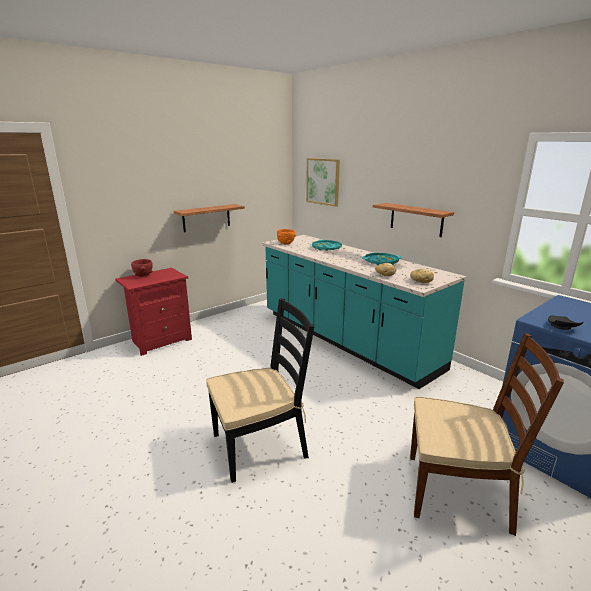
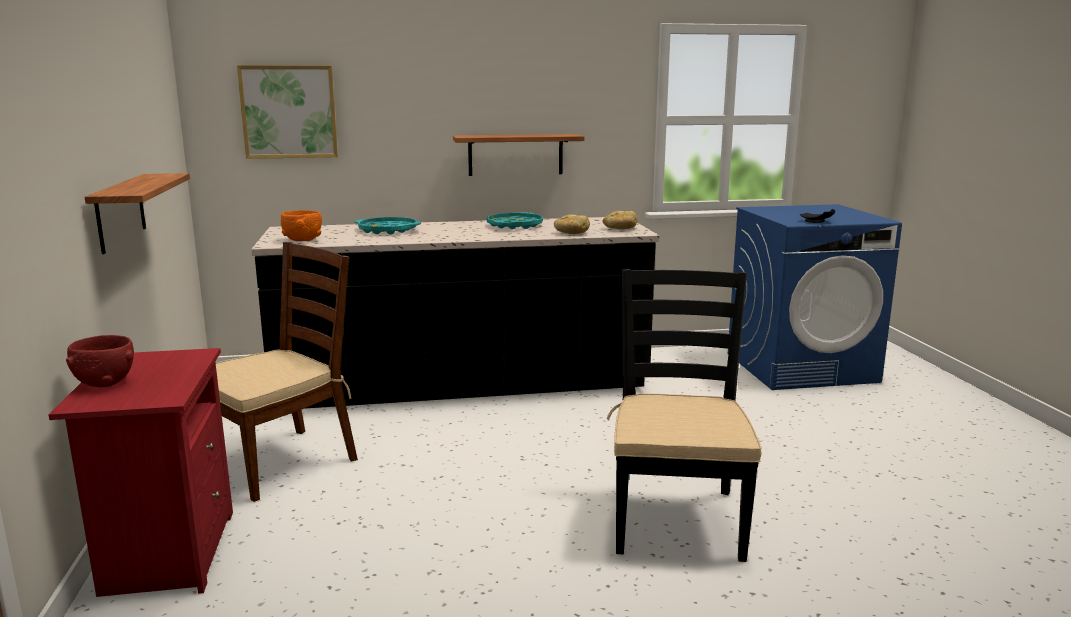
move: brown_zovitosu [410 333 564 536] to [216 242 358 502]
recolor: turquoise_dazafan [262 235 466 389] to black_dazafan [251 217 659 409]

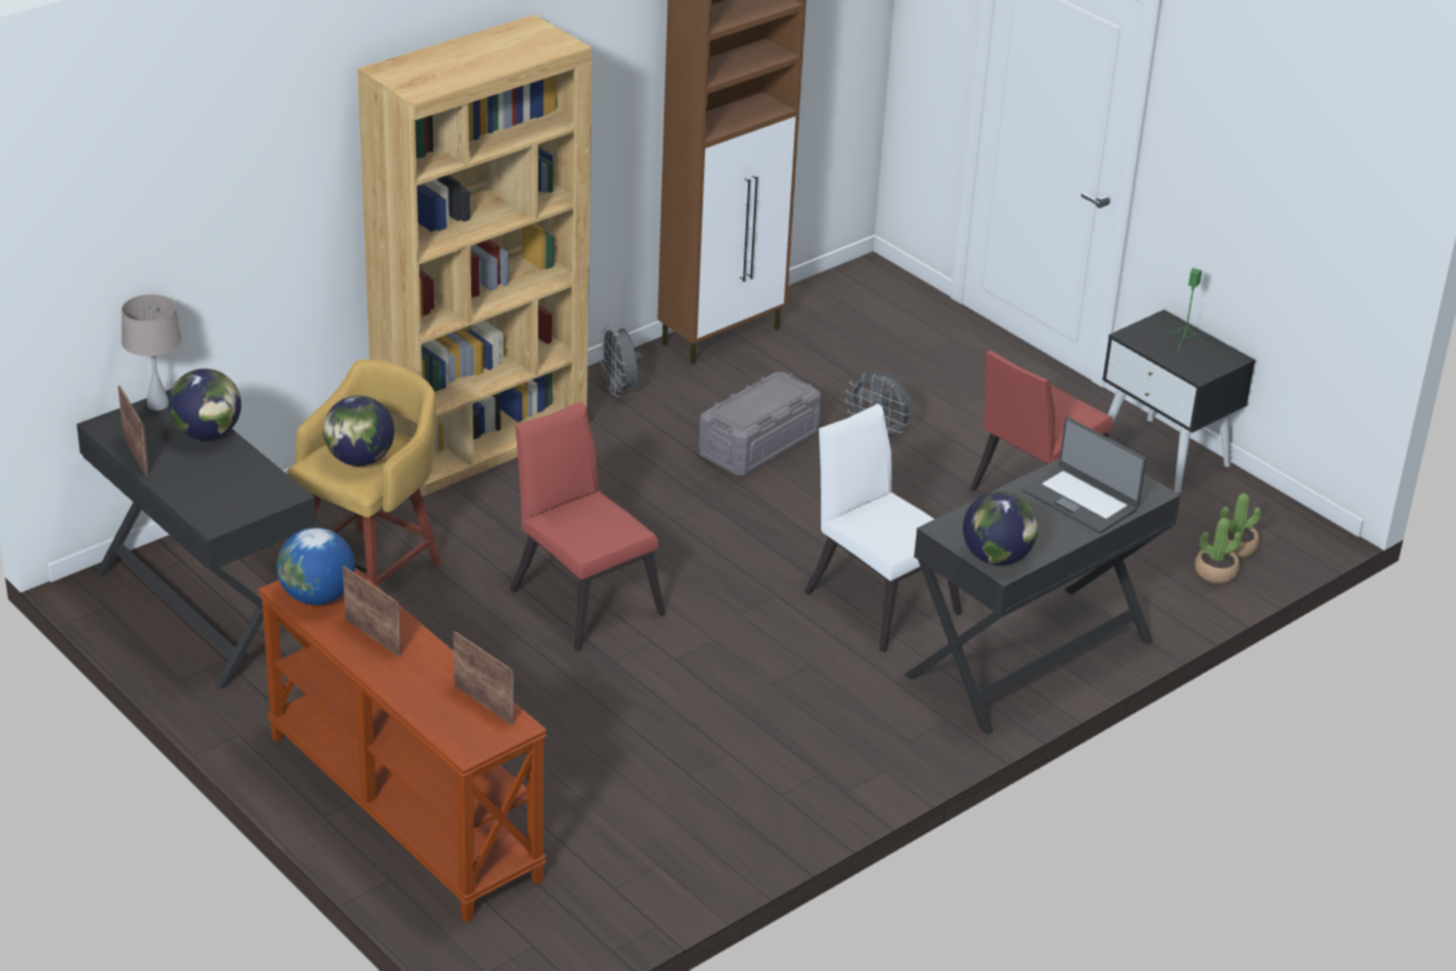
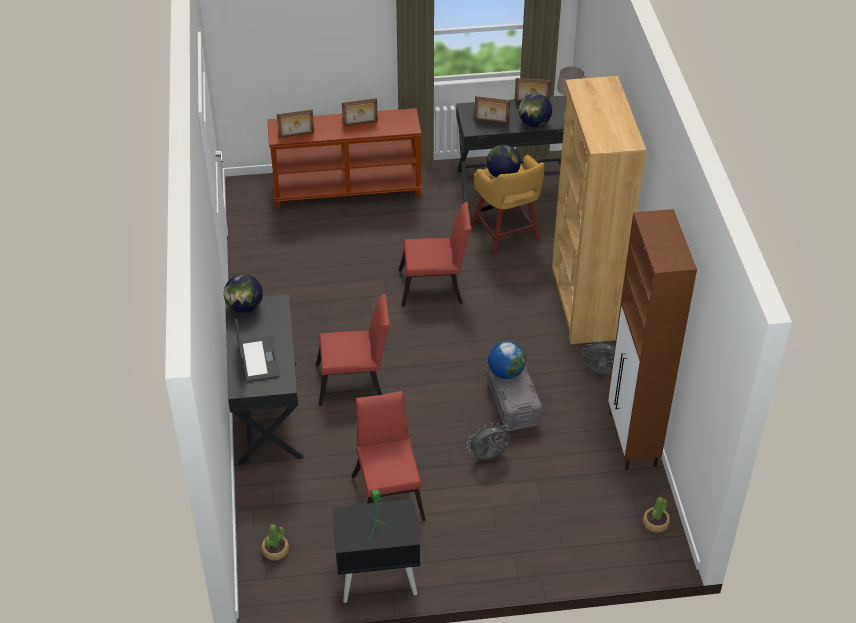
insert: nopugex [474 96 511 124]
move: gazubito [277 528 355 605] to [488 341 526 379]; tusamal [1195 518 1241 583] to [643 497 670 533]
recolor: white_zovitosu [804 404 962 652] to red_zovitosu [316 294 389 406]
rotate: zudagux [1022 417 1147 534] = [235 318 280 382] 90 degrees clockwise

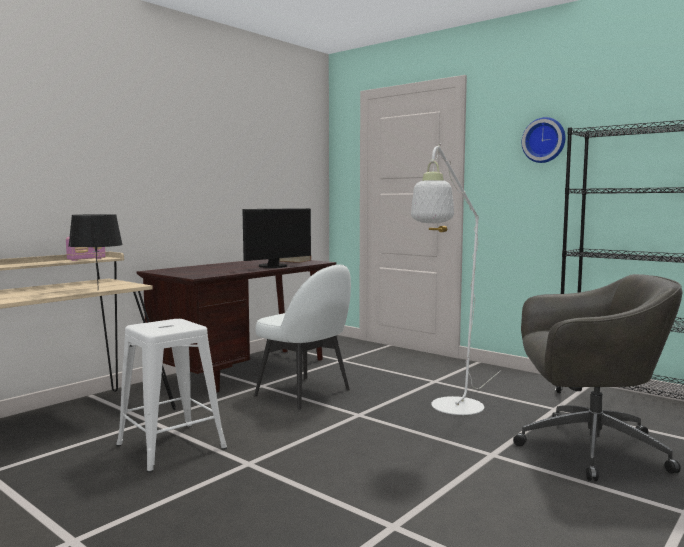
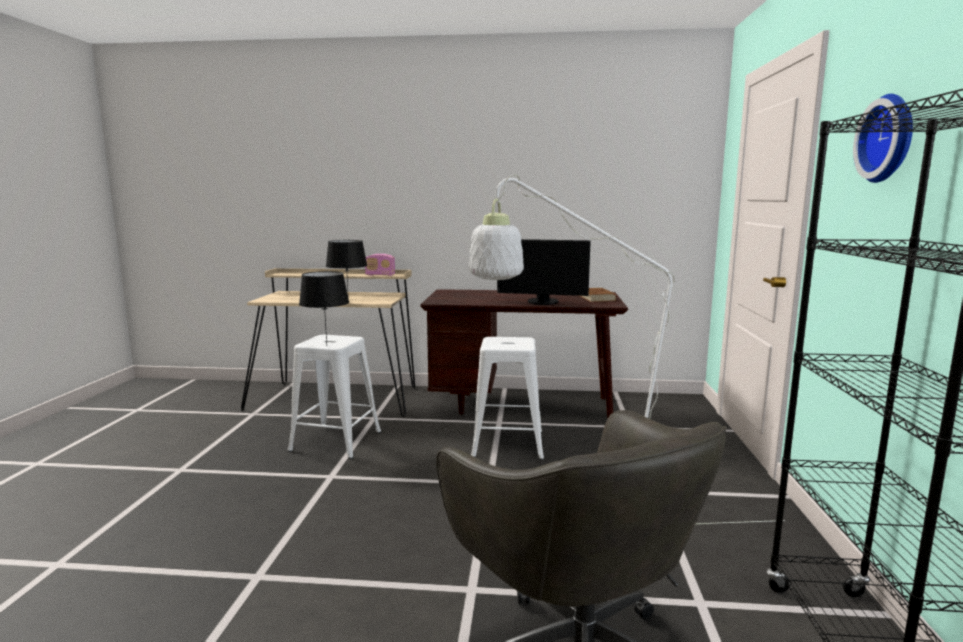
insert: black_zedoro [299 271 349 346]
replace: white_zovitosu [254 265 351 410] to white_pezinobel [471 337 544 460]

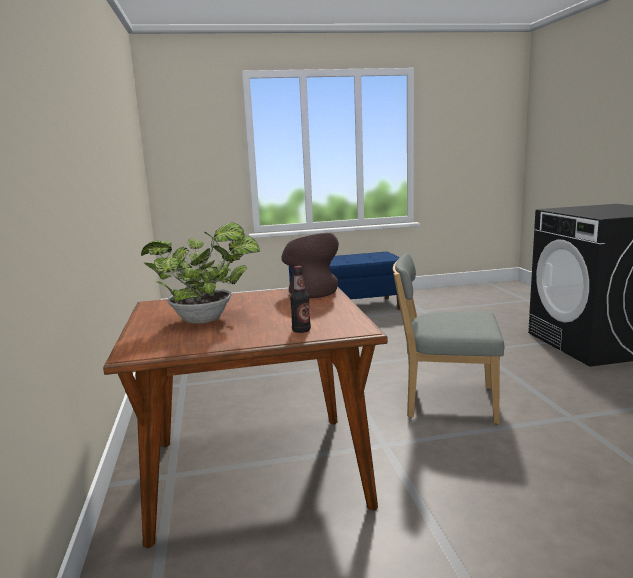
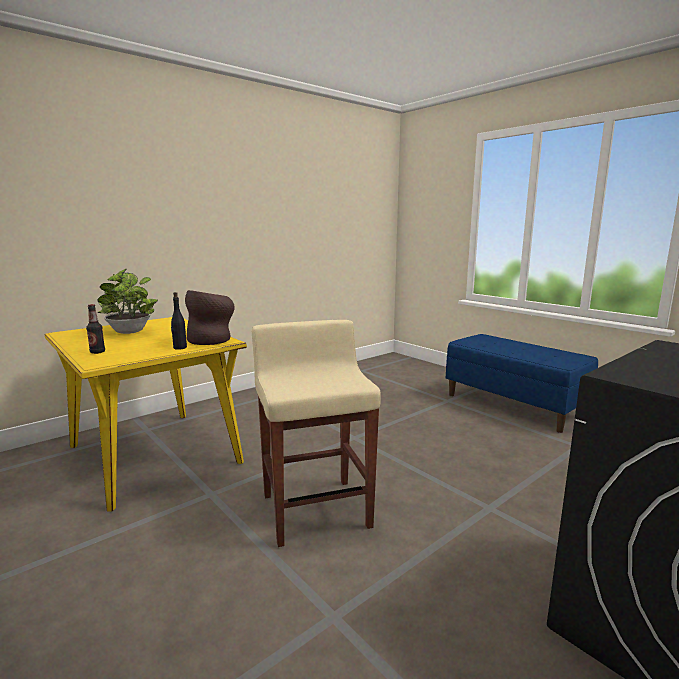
insert: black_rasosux [171 292 187 350]
replace: grey_zovitosu [393 253 504 424] to beige_pezinobel [252 320 381 547]
recolor: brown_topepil [103 286 388 548] to yellow_topepil [44 317 247 512]

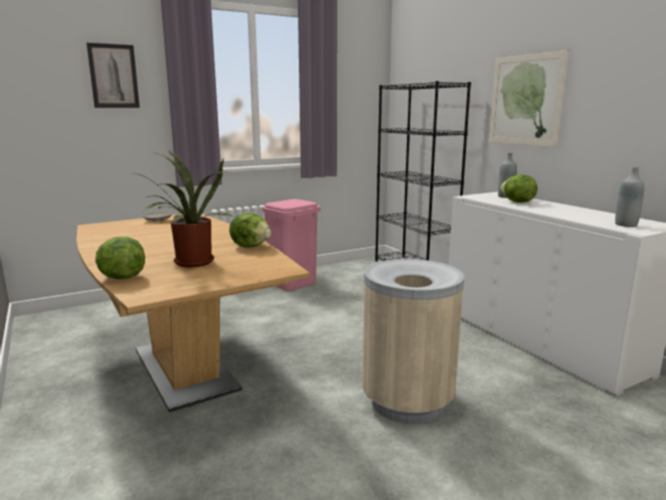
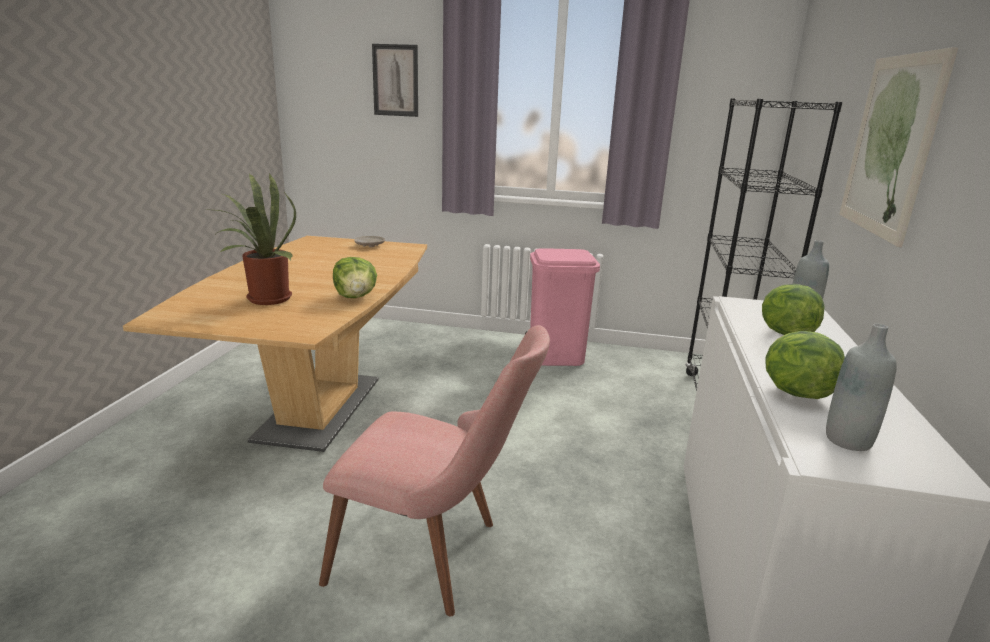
move: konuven [95 237 145 279] to [766 331 845 399]
replace: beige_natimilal [362 259 464 424] to pink_zovitosu [319 325 550 616]

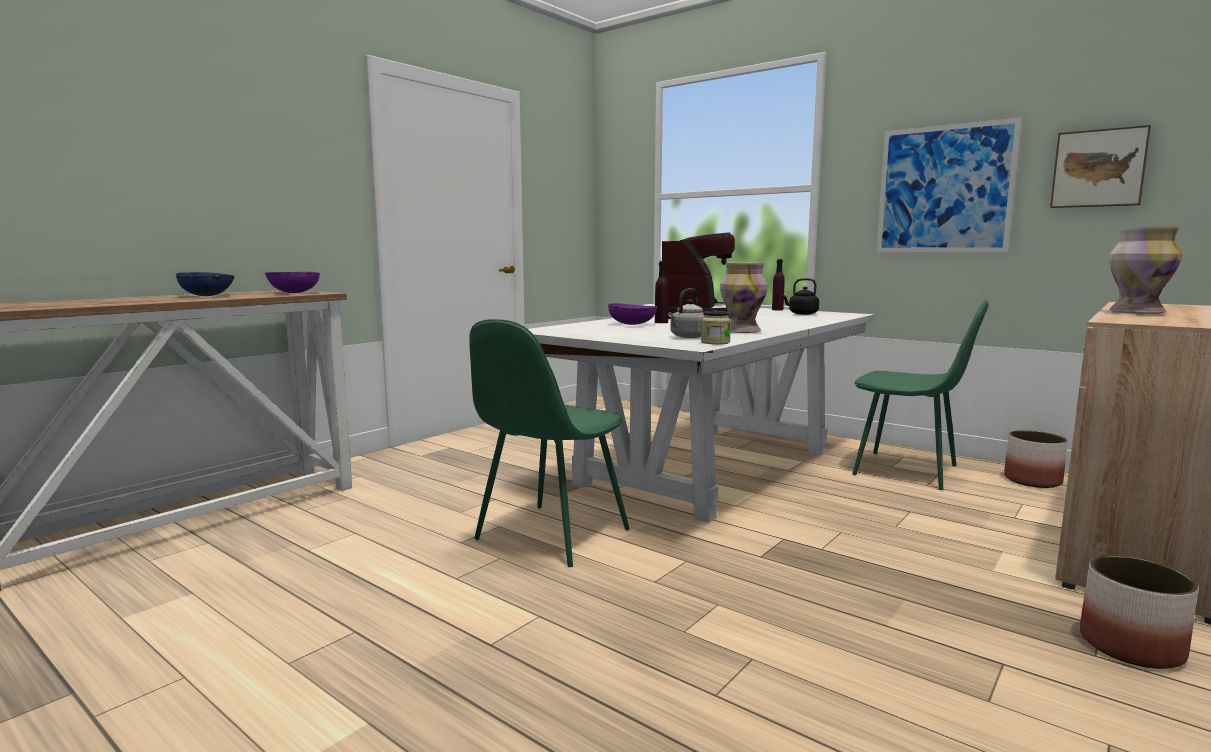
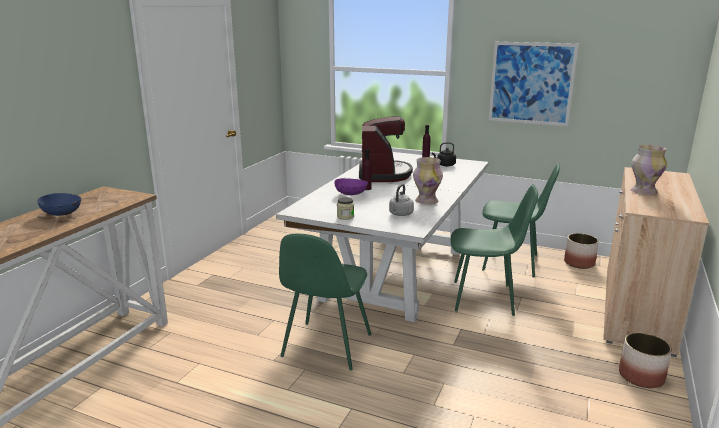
delete: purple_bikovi [265 272 320 293]; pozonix [1050 125 1151 208]
insert: green_zovitosu [451 184 538 316]
move: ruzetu [701 311 731 345] to [337 197 354 220]

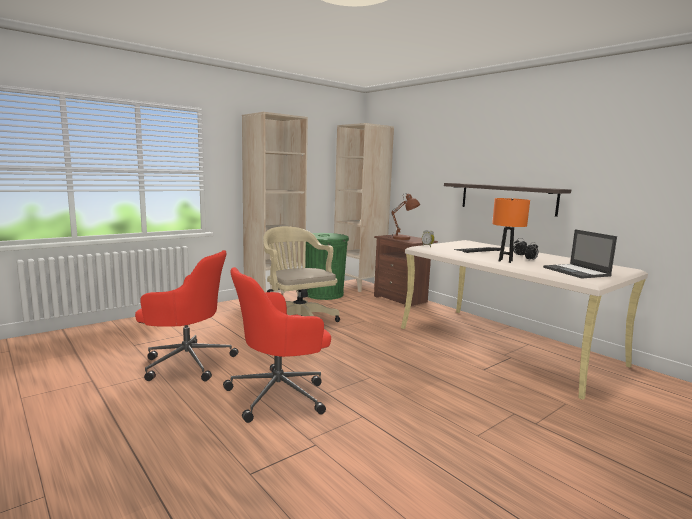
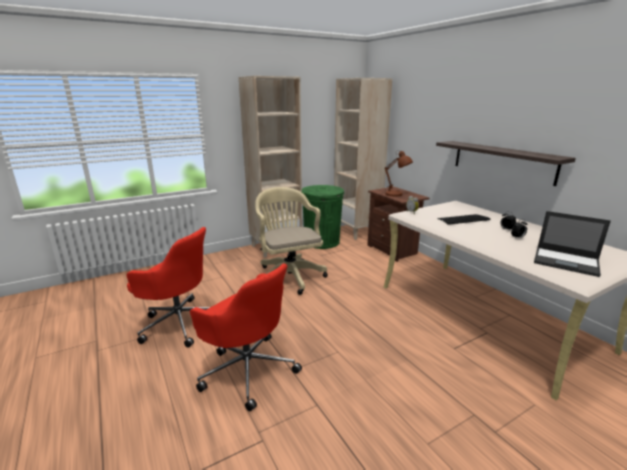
delete: orange_zedoro [492 198 530 263]
rotate: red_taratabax [223 267 331 423] = [190 264 302 411] 120 degrees counterclockwise; zudagux [543 229 617 279] = [534 211 611 277] 45 degrees counterclockwise

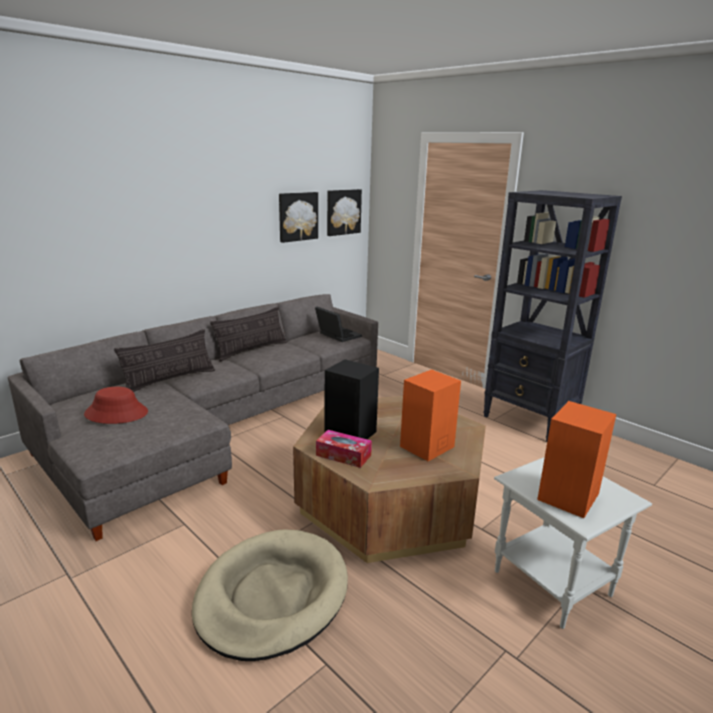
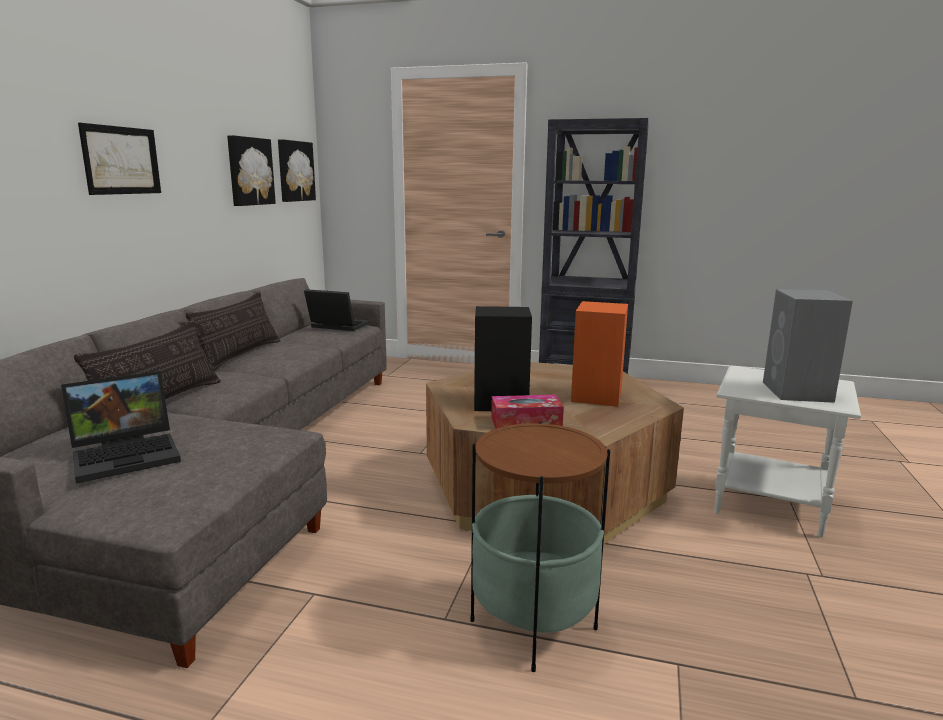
insert: pozonix [78 123 161 195]
replace: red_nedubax [84 387 148 424] to zudagux [61 371 181 484]; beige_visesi [192 529 348 661] to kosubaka [470 421 610 672]
recolor: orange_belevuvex [537 401 616 518] to grey_belevuvex [763 289 853 403]

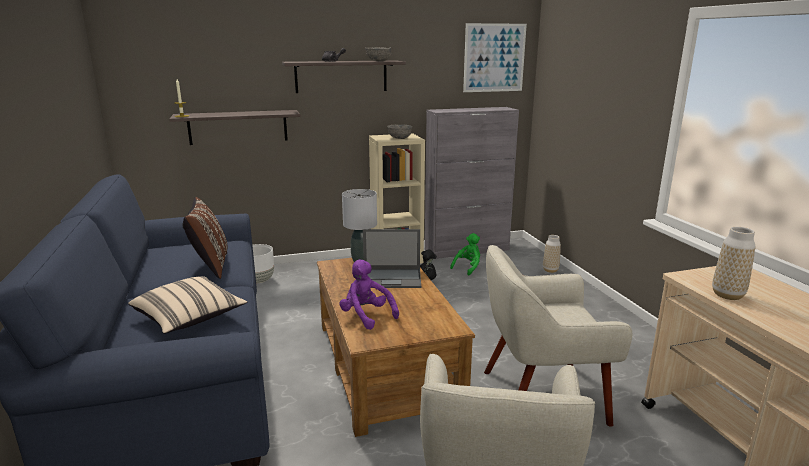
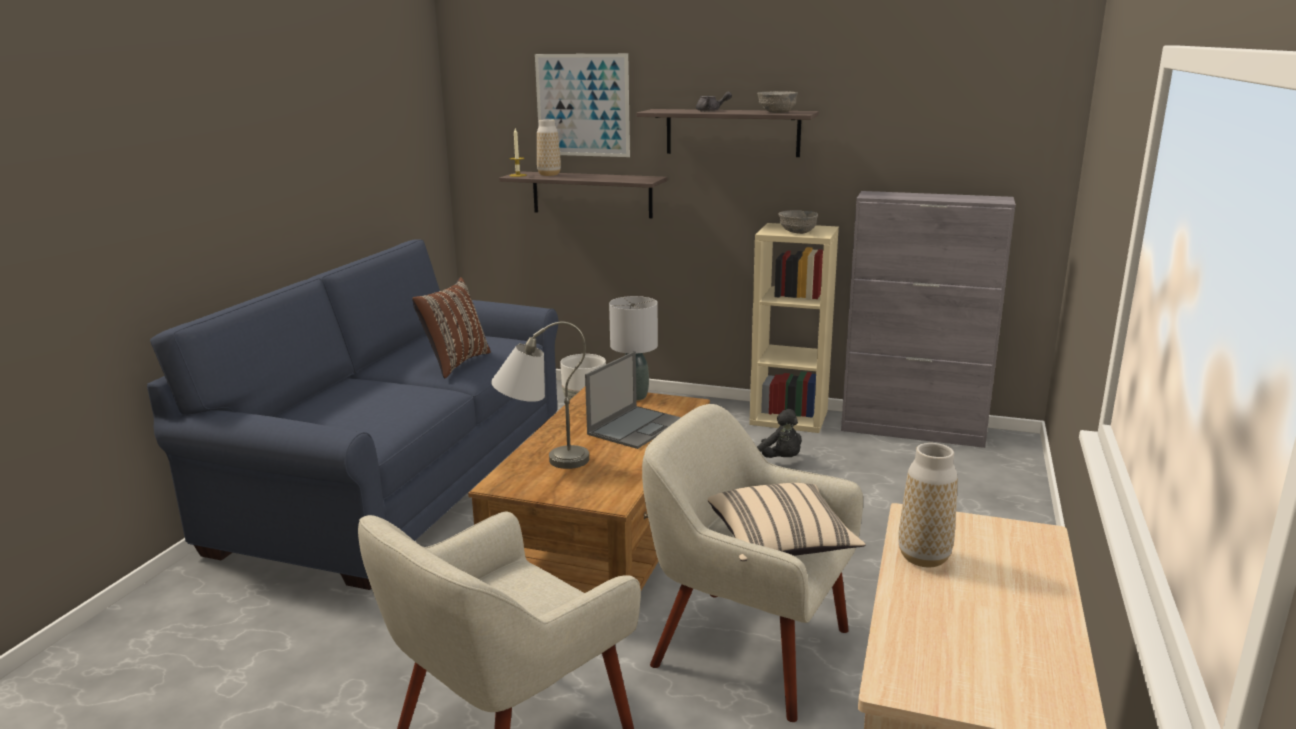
delete: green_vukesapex [450 233 480 275]
move: pozonix [463 23 527 92] to [535 54 630 157]; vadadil [543 235 561 273] to [537 119 561 176]; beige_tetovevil [128 276 247 334] to [708 483 865 561]
replace: purple_vukesapex [340 259 399 330] to grey_zedoro [491 322 589 469]
rotate: zudagux [363 229 421 288] = [585 351 681 449] 90 degrees counterclockwise

